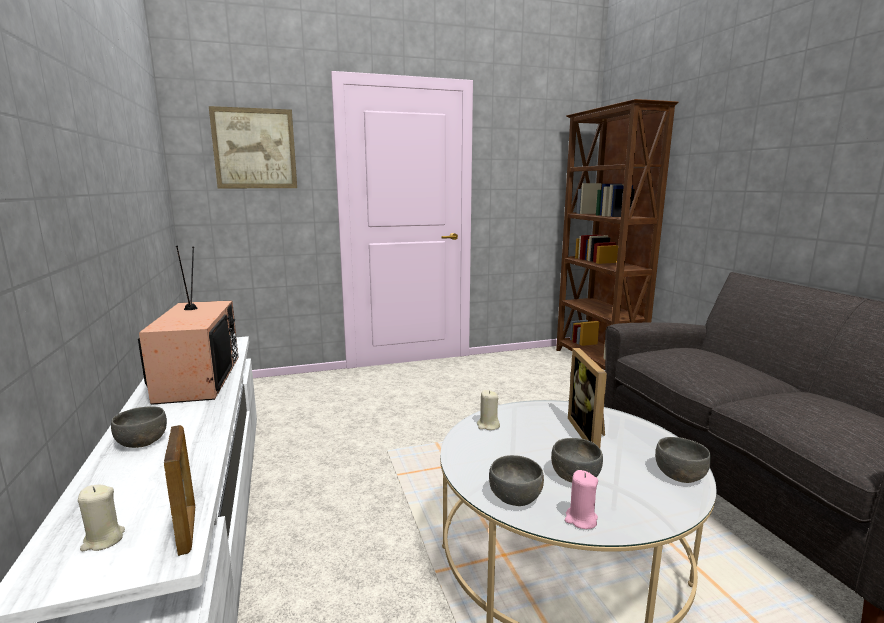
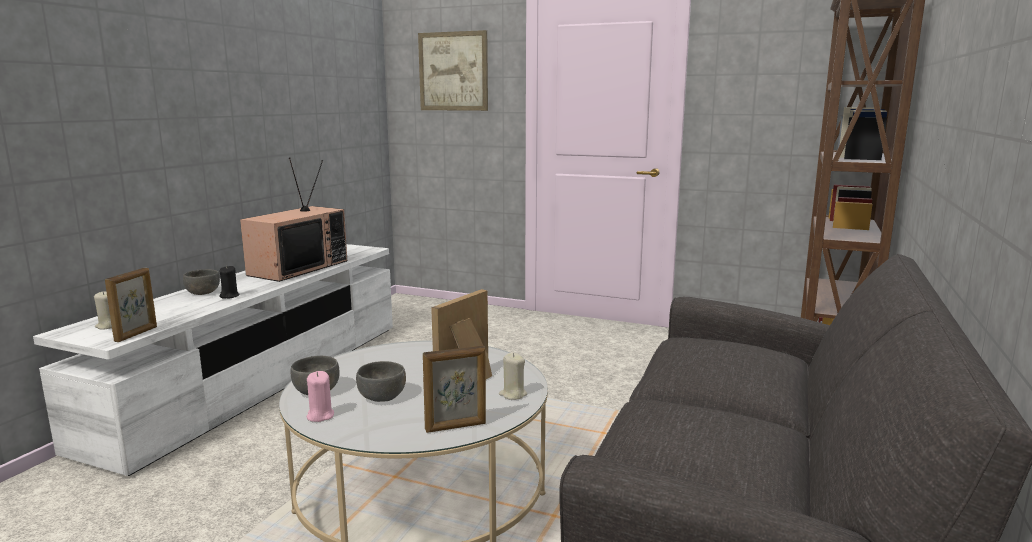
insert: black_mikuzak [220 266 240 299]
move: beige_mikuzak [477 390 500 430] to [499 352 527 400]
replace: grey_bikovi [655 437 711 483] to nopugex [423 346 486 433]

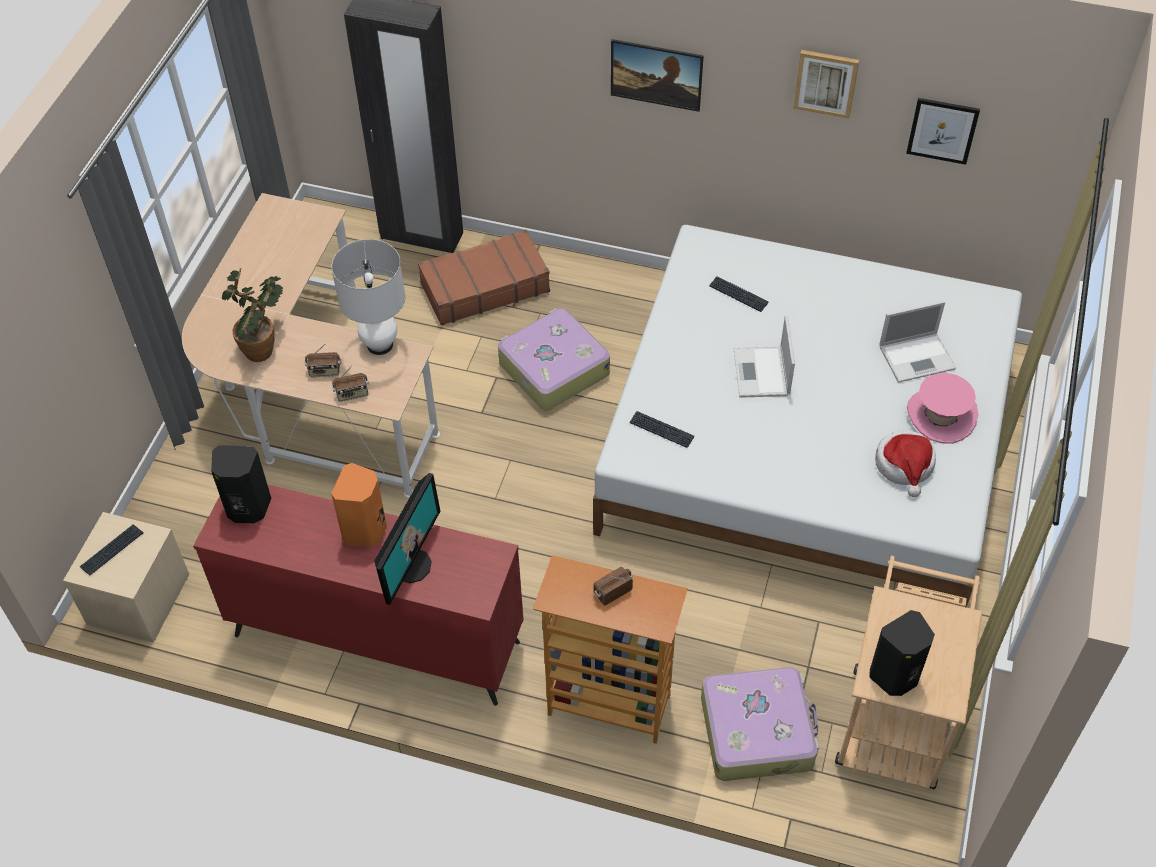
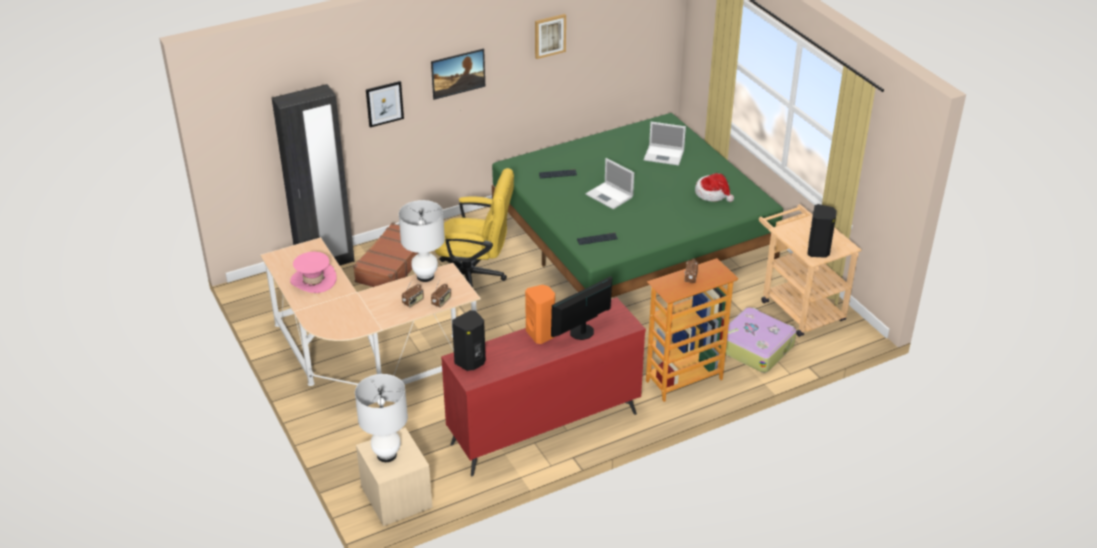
delete: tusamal [222 268 283 362]
move: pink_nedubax [907 373 978 444] to [290 252 337 293]; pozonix [906 98 980 165] to [366 81 404 128]
replace: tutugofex [80 524 143 576] to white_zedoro [355 374 408 462]; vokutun [498 308 610 411] to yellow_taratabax [435 168 514 288]
recolor: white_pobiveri [593 225 1022 607] to green_pobiveri [492 113 783 298]
rotate: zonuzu [374 473 440 605] = [551 276 612 340] 105 degrees counterclockwise; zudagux [879 301 956 383] = [644 122 686 166] 75 degrees clockwise

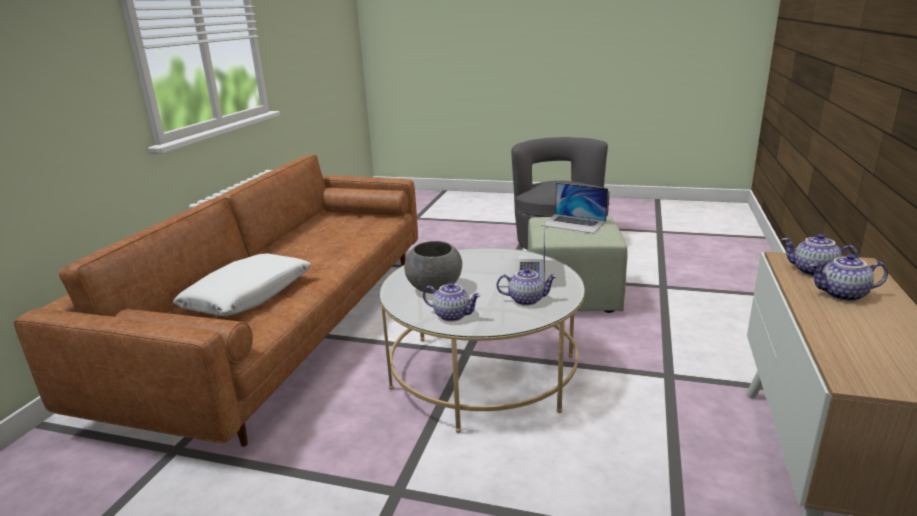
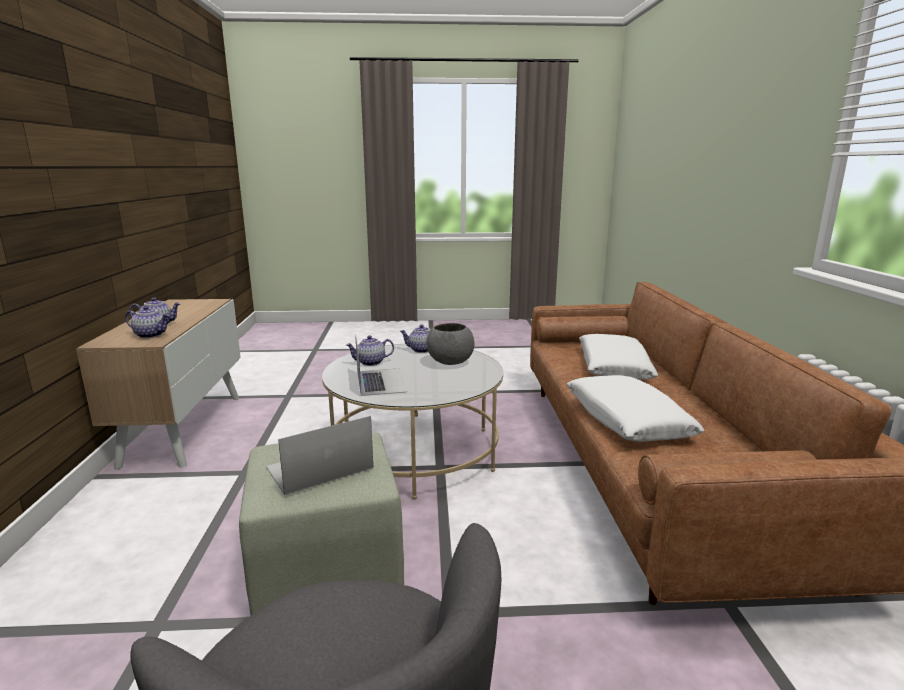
insert: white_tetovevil [567 375 704 442]
rotate: zudagux [541 183 608 234] = [266 416 373 495] 45 degrees counterclockwise

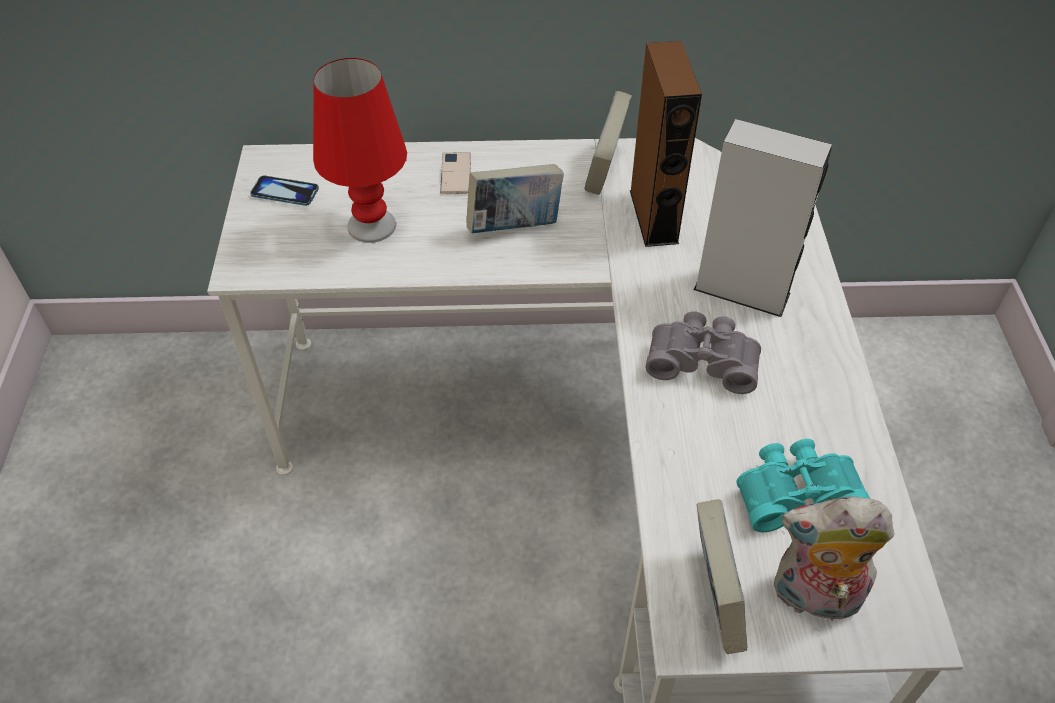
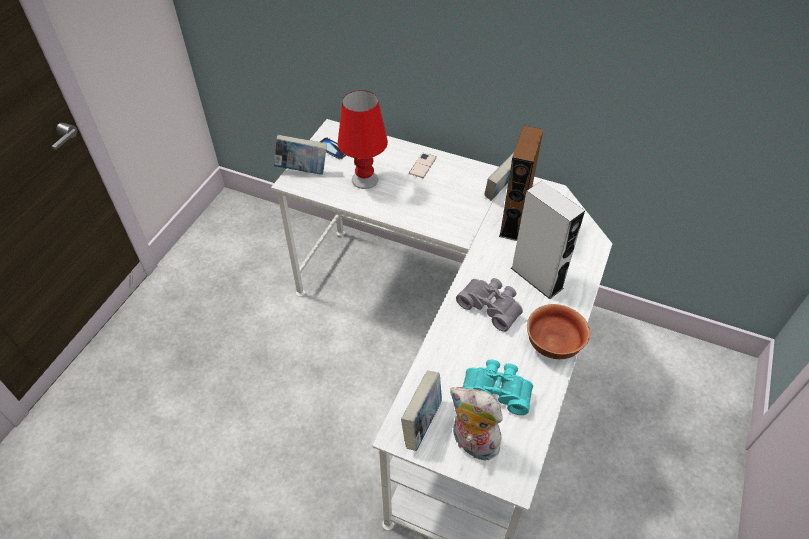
insert: bikovi [527 304 590 359]
move: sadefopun [466 164 564 233] to [274 135 327 175]

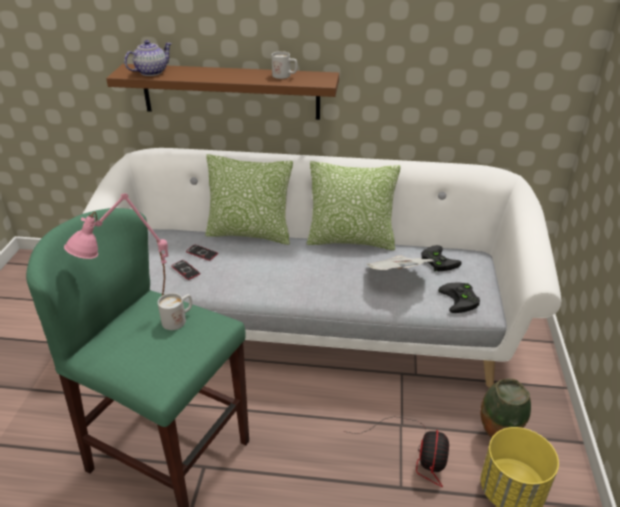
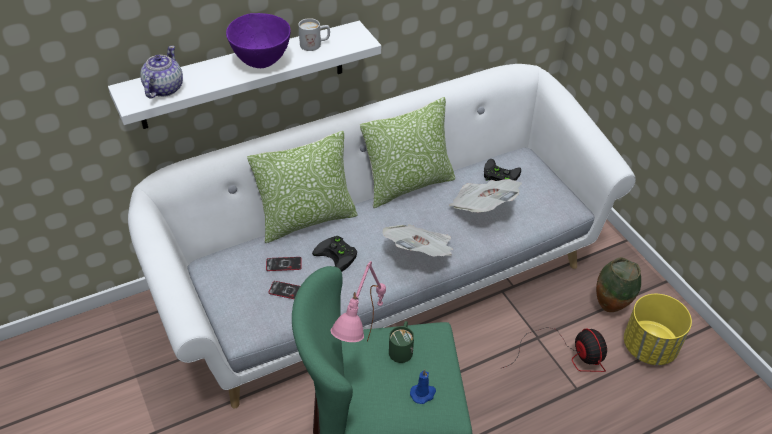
insert: purple_bikovi [226 13 291 68]; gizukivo [383 224 453 257]; blue_mikuzak [410 369 436 404]
move: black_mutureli [438 282 480 313] to [312 236 357 271]
recolor: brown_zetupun [106 64 339 120] to white_zetupun [108 21 381 129]; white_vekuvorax [158 293 192 330] to green_vekuvorax [389 321 414 363]

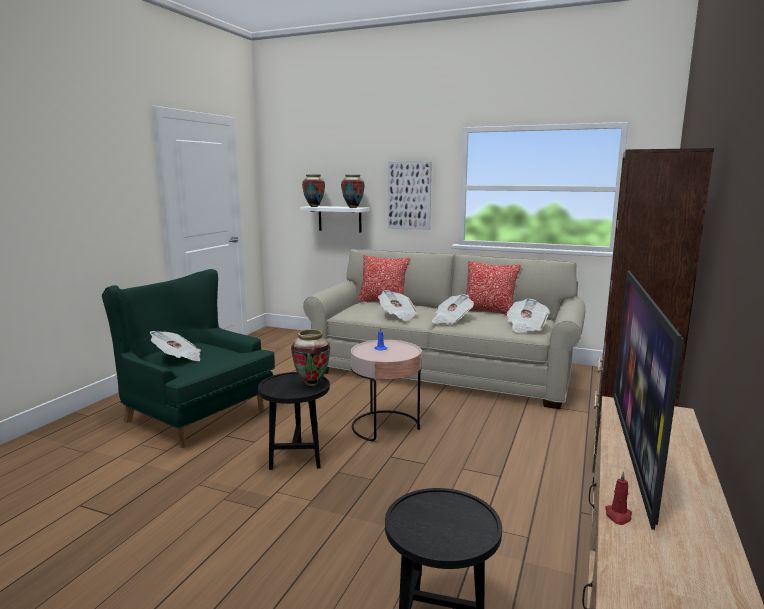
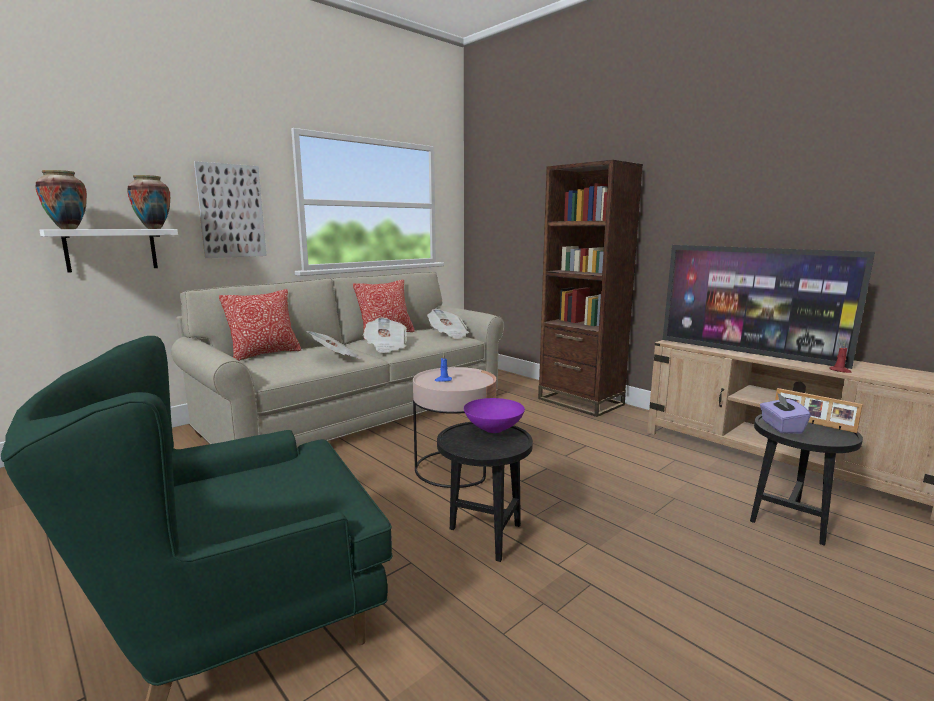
delete: gizukivo [150 331 201 361]
insert: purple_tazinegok [760 392 811 434]; nopugex [775 388 863 433]
replace: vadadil [291 329 330 386] to purple_bikovi [464 398 525 433]

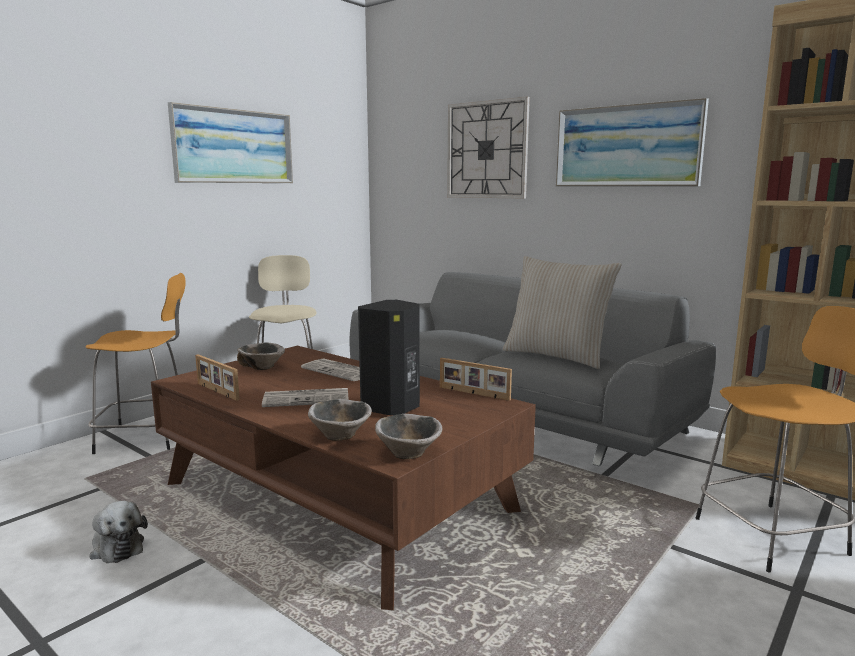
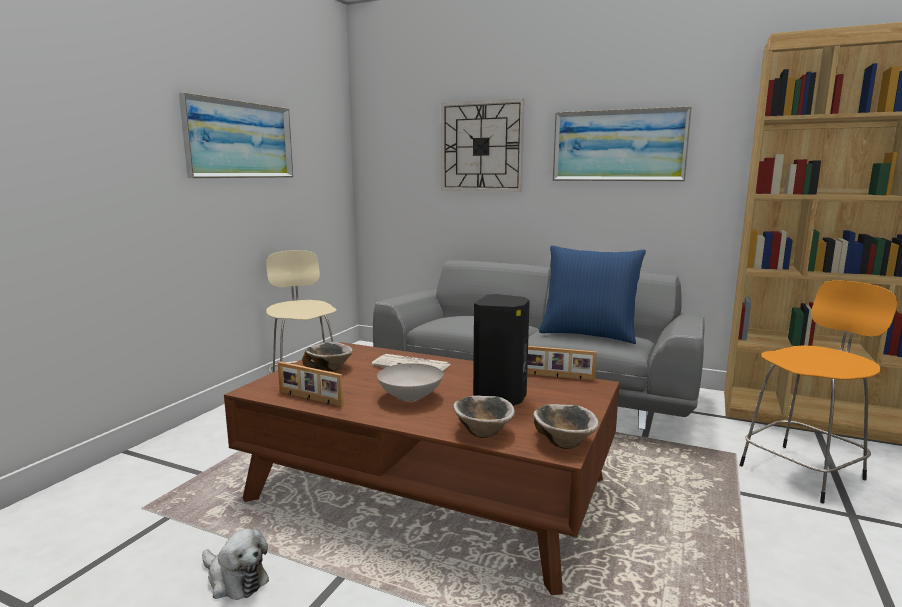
delete: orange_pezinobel [85 273 186 454]
replace: gizukivo [262 388 349 407] to white_bikovi [377 363 443 402]
recolor: beige_tetovevil [503 256 622 369] to blue_tetovevil [539 245 646 344]

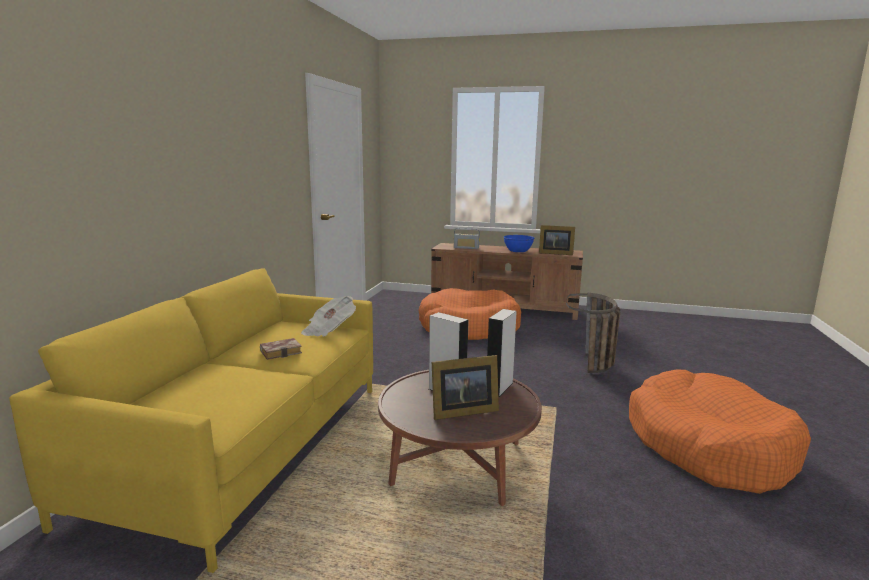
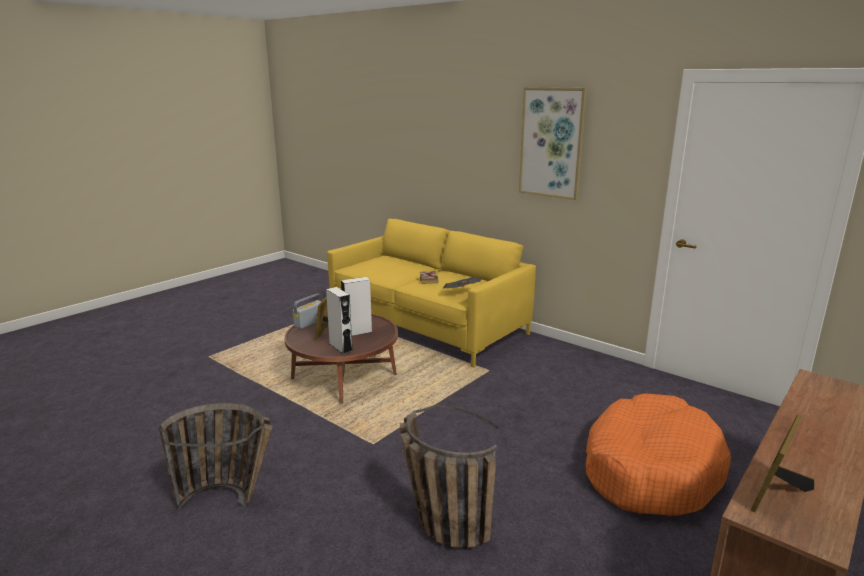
delete: blue_bikovi [504 235 534 252]
insert: pozonix [519 87 587 200]
move: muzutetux [454 228 480 249] to [293 293 323 329]
replace: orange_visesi [629 370 811 494] to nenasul [159 403 272 510]

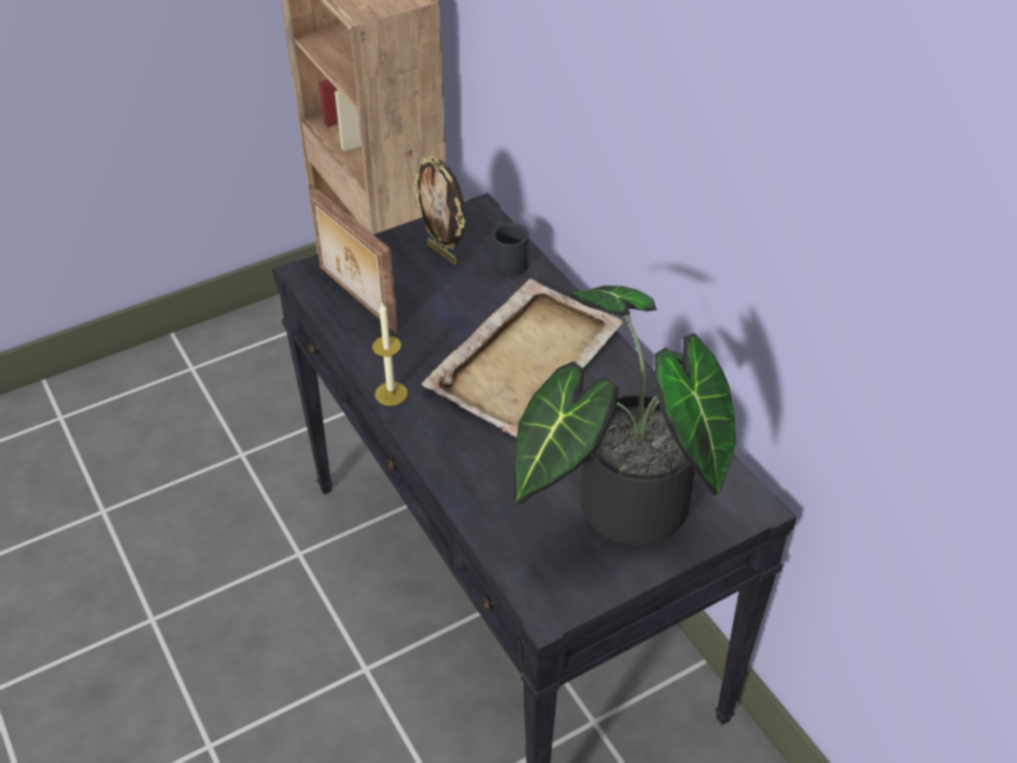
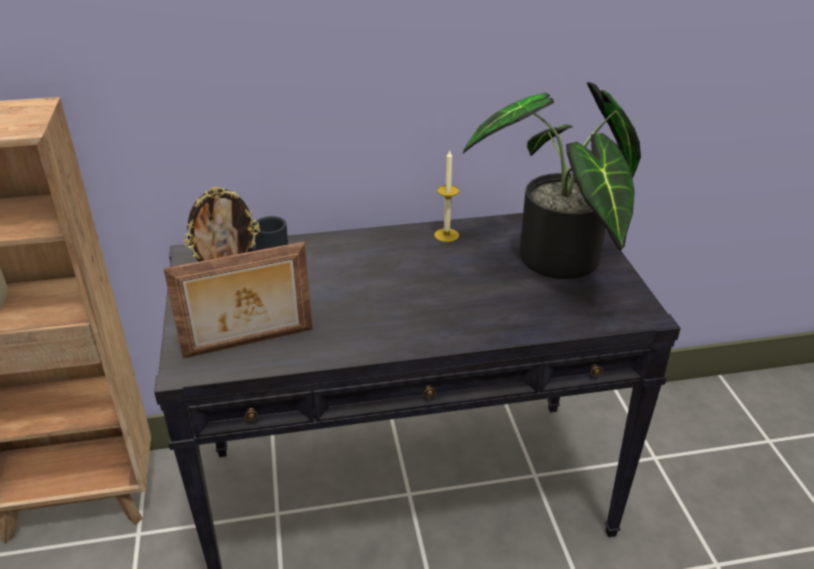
delete: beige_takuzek [422 279 624 438]
move: mikuzak [372 302 408 406] to [434 150 459 242]

